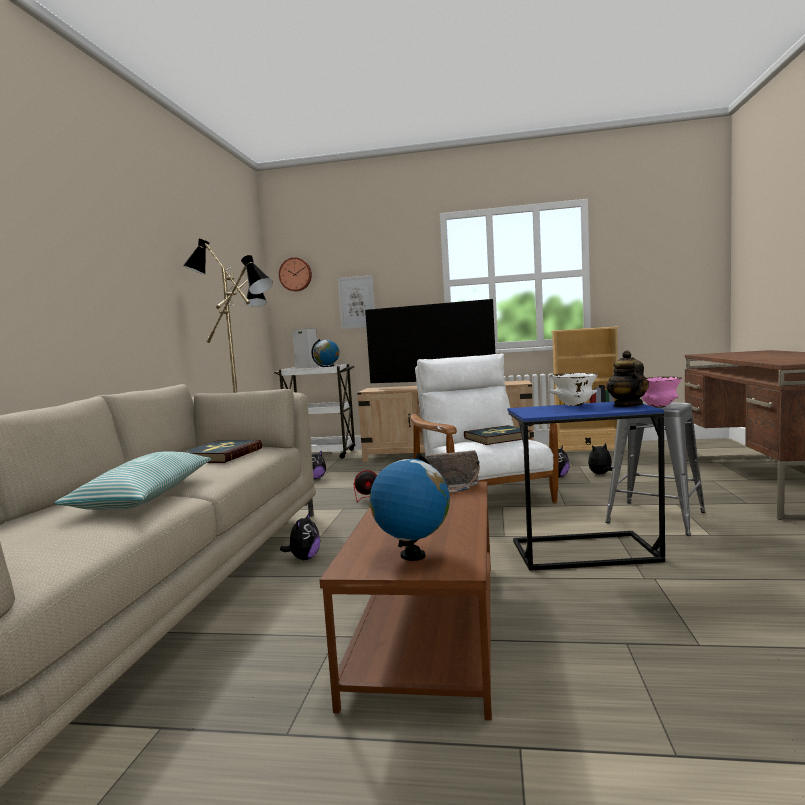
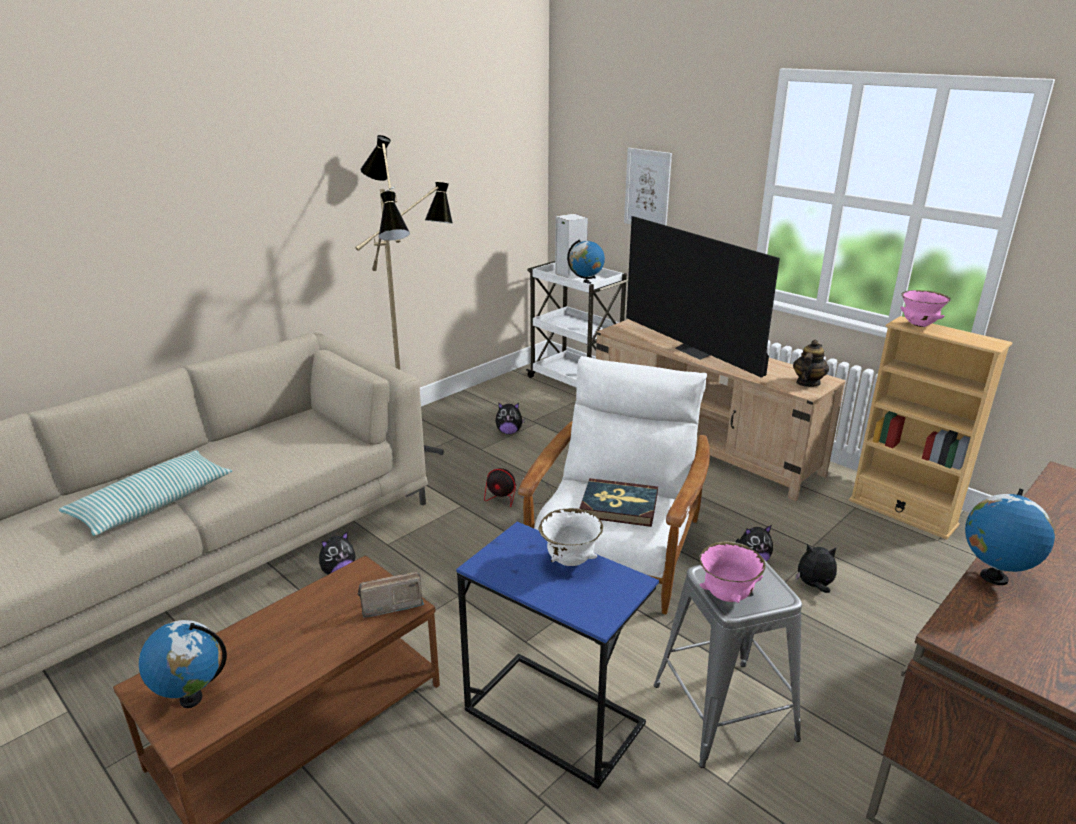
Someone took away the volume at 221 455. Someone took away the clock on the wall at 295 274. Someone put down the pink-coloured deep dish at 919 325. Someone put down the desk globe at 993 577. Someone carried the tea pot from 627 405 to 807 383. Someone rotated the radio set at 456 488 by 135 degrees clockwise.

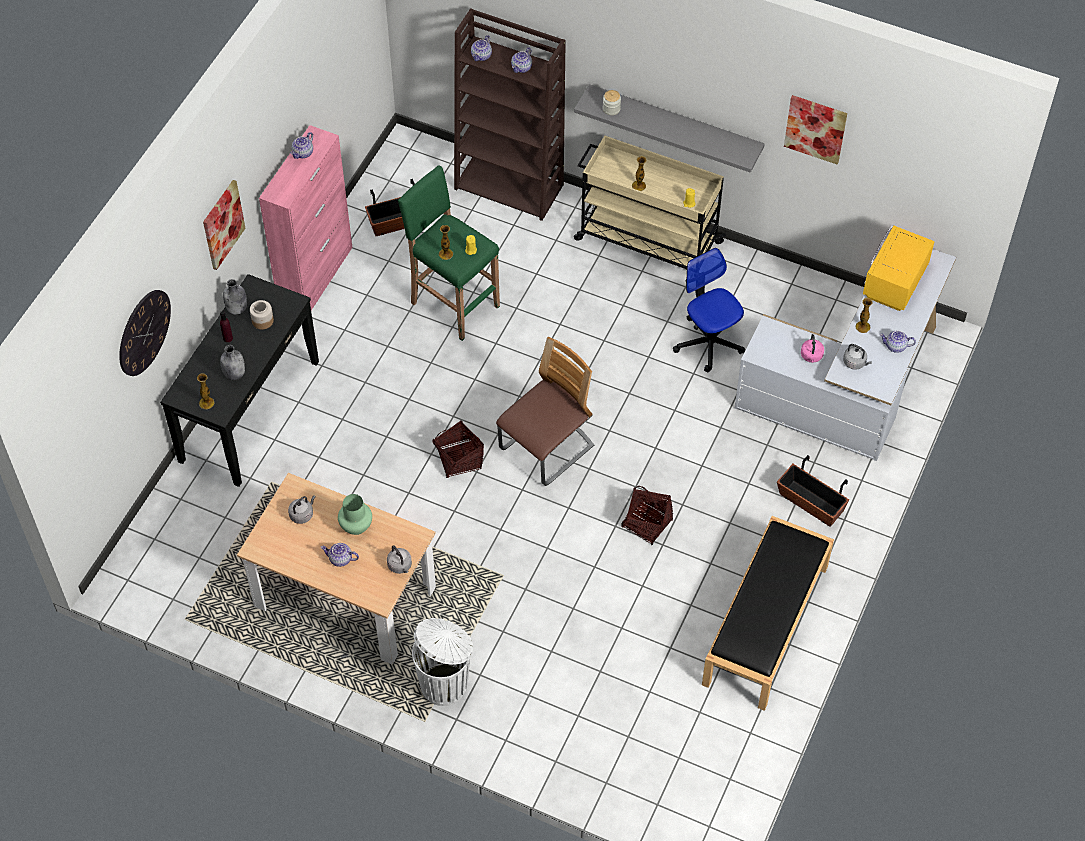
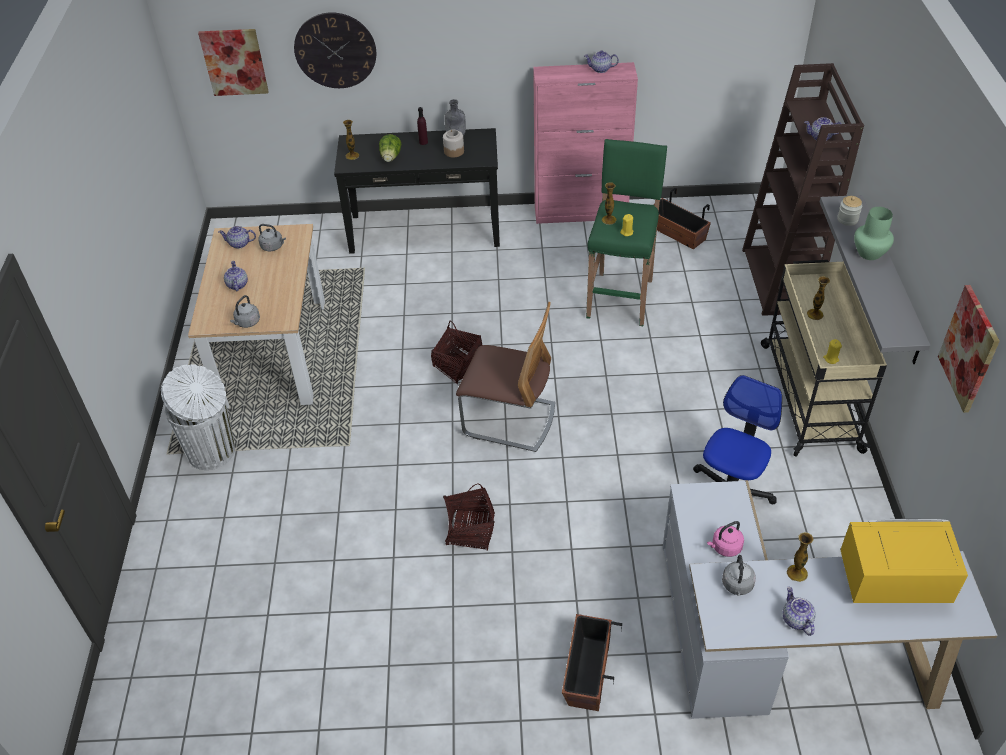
Someone took away the black indoor bench at 766 626. Someone carried the wall picture from 222 224 to 234 62. Someone carried the greenish decorative vase from 357 526 to 869 253. Someone carried the tea pot from 481 55 to 239 244. Someone swapped the grey beverage bottle at 234 373 for the lettuce at 390 158.

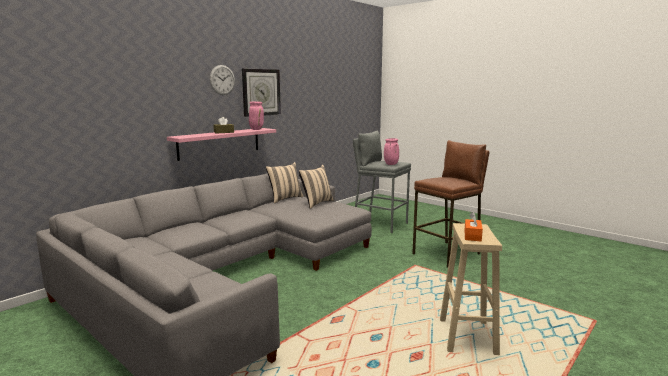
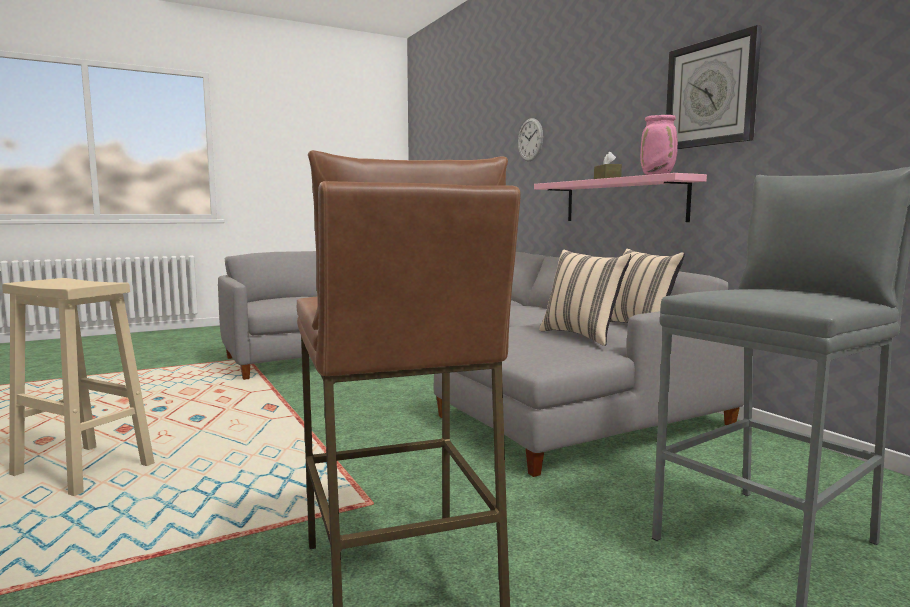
Someone took away the pink-coloured decorative vase at 391 164. Someone took away the orangey tissue box at 472 236. Someone carried the clock on the wall from 222 80 to 530 139.

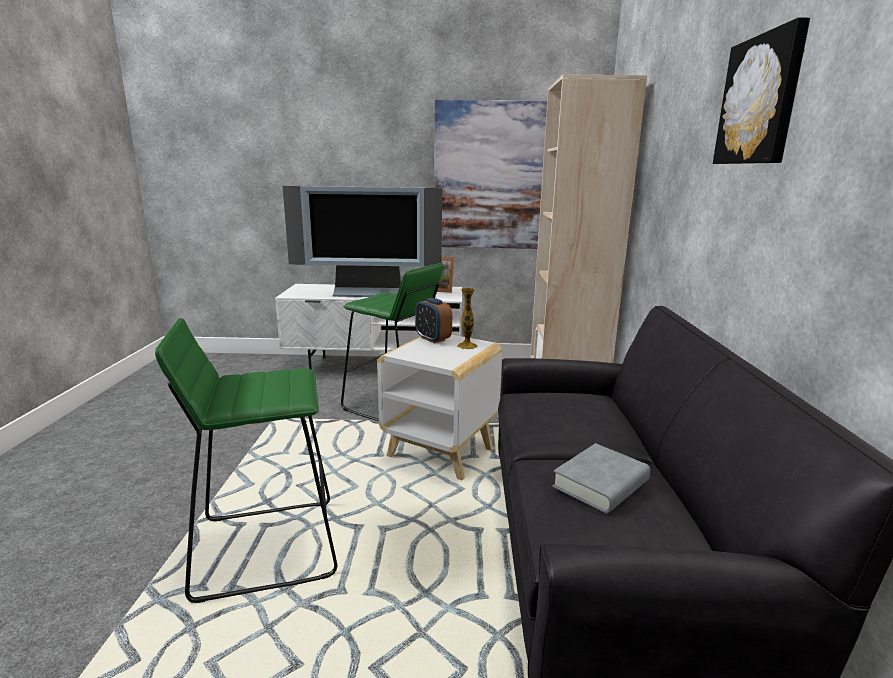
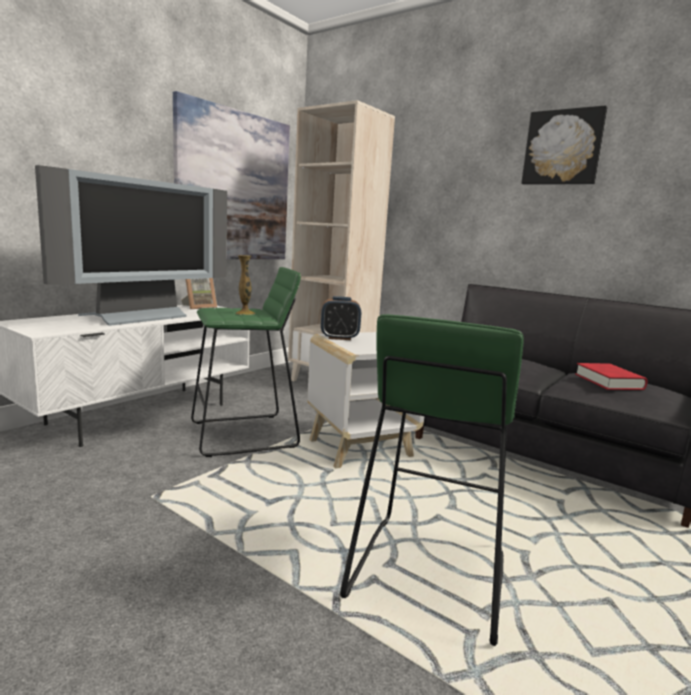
Someone carried the decorative vase from 467 346 to 245 313. Someone repainted the grey volume at 600 484, which became the red volume at 608 382.

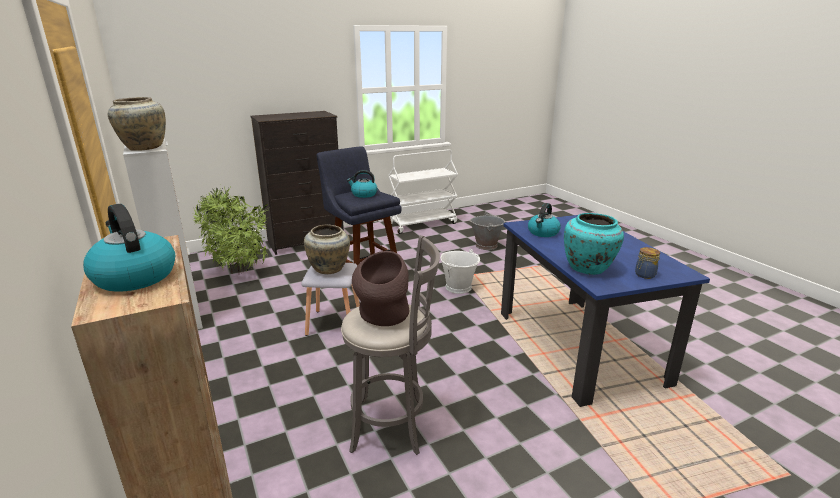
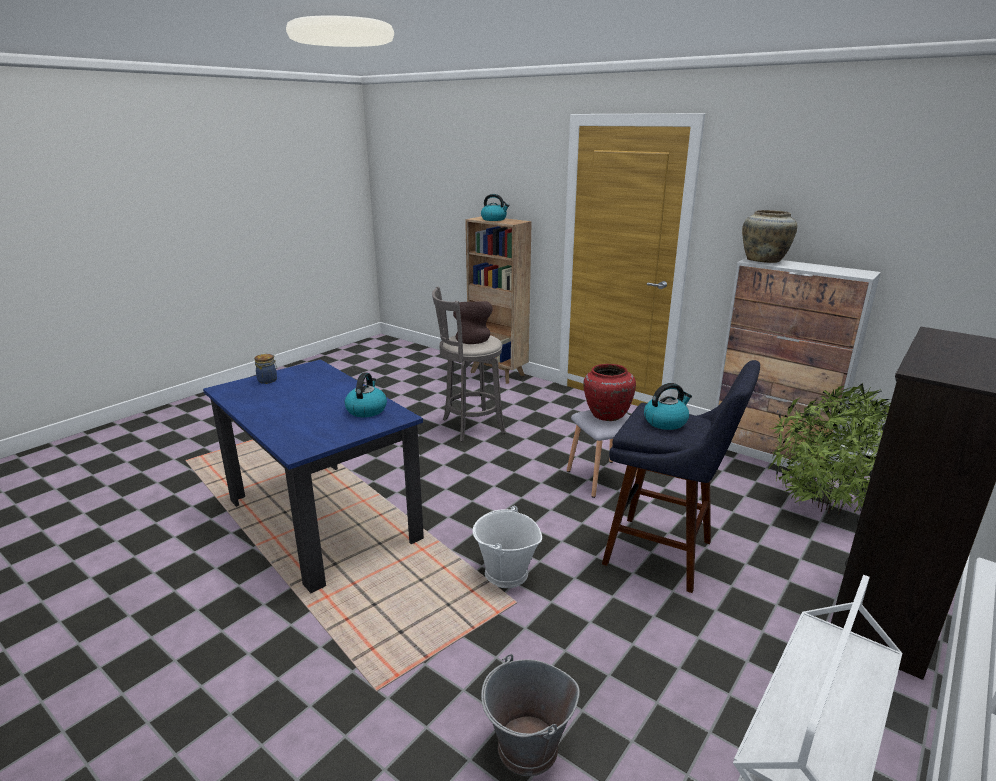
Someone took away the turquoise-coloured decorative vase at 588 268. Someone repainted the beige-coloured decorative vase at 329 269, which became the red decorative vase at 606 414.

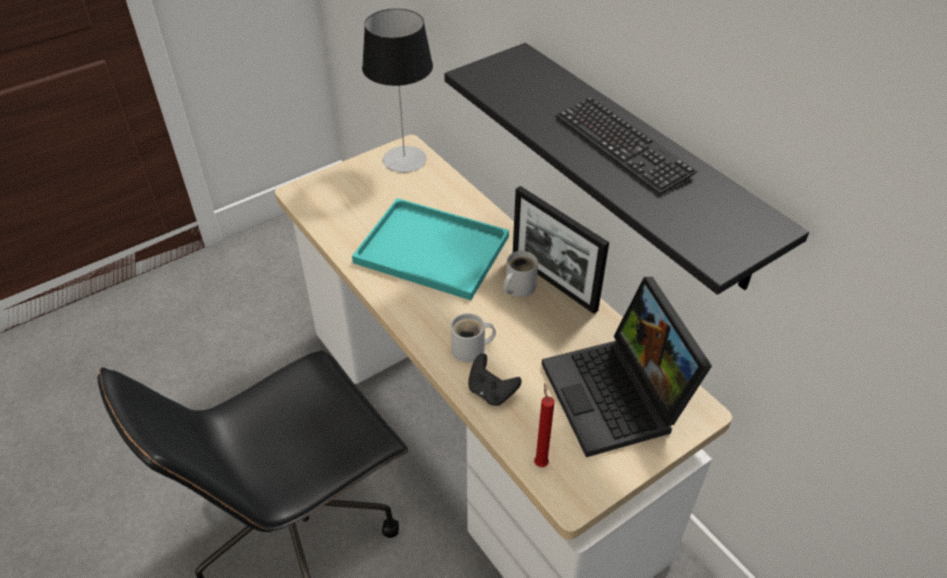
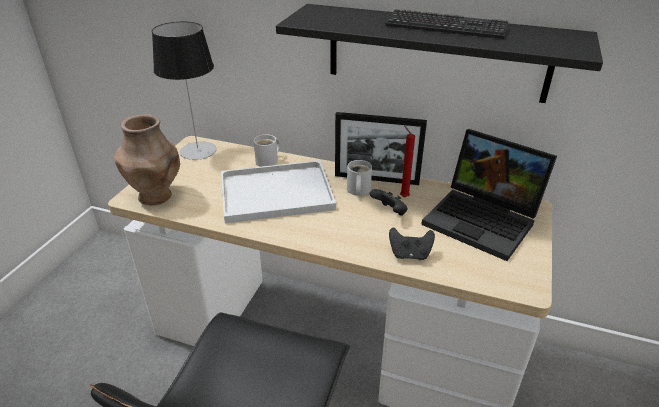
Someone put down the brownish decorative vase at 156 196. Someone put down the black gamepad at 389 212. Someone carried the whitish mug from 471 350 to 269 161. Someone carried the red wax candle from 540 462 to 403 196. Someone repainted the turquoise-coloured tray at 435 249, which became the whitish tray at 278 192.

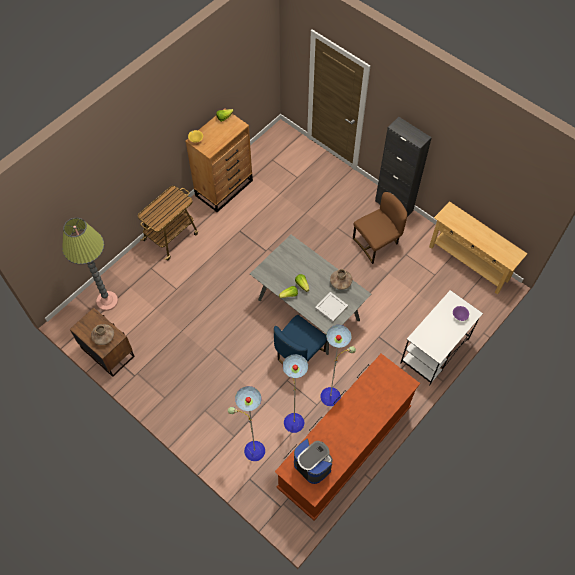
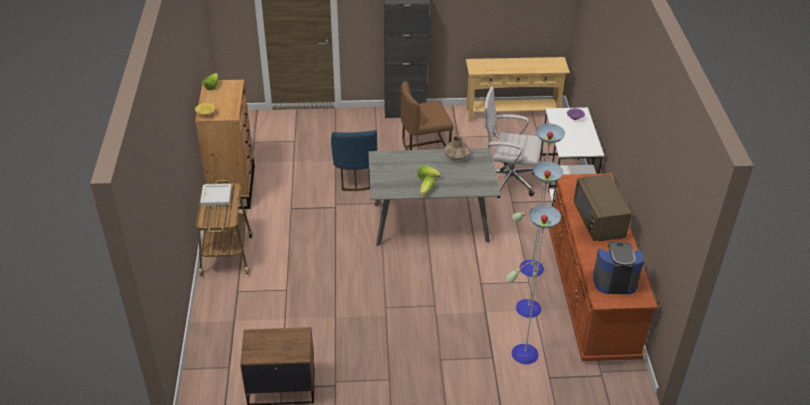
Someone took away the standing lamp at 107 301. Someone took away the brownish decorative vase at 104 337. Someone put down the whitish desk chair at 507 181. Someone put down the brownish microwave at 599 221. Someone carried the bluish upright chair from 299 353 to 355 176. Someone carried the whitish tray from 331 307 to 216 195. Someone rotated the brownish upright chair at 377 243 by 120 degrees counterclockwise.

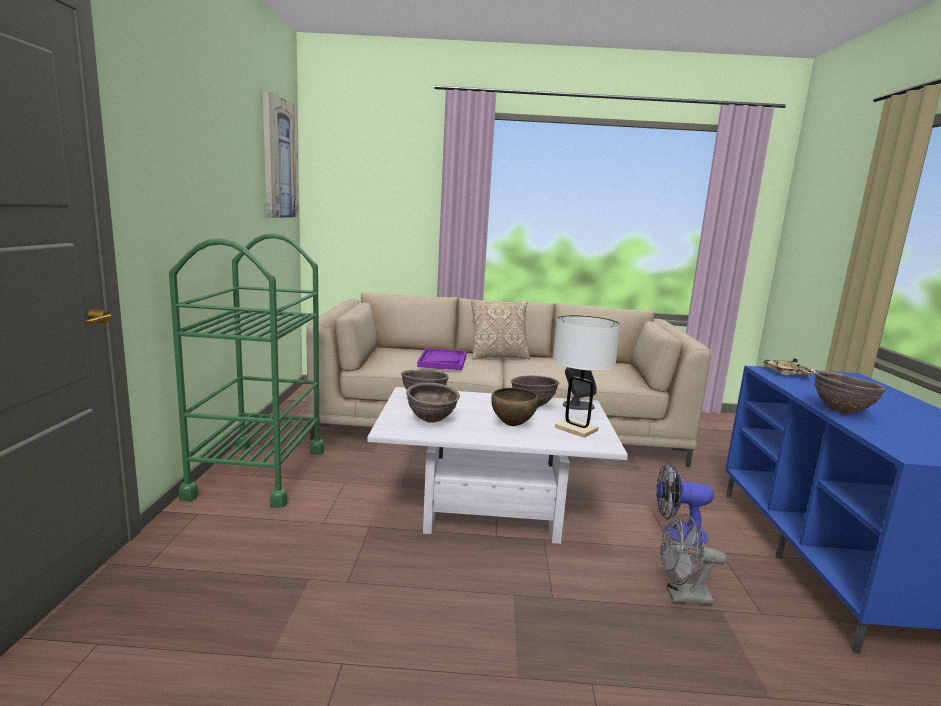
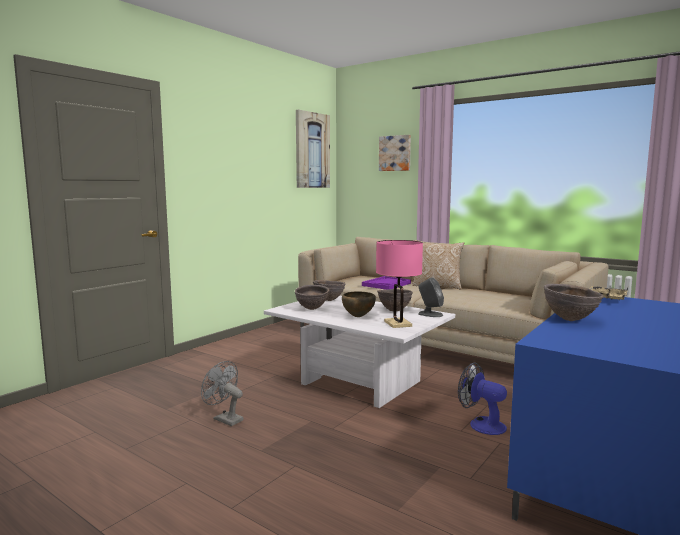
Someone took away the greenish trolley at 258 473. Someone put up the wall picture at 395 153. Someone carried the grey cooling fan from 682 596 to 224 419. Someone repainted the whitish table lamp at 576 429, which became the pink-coloured table lamp at 397 324.

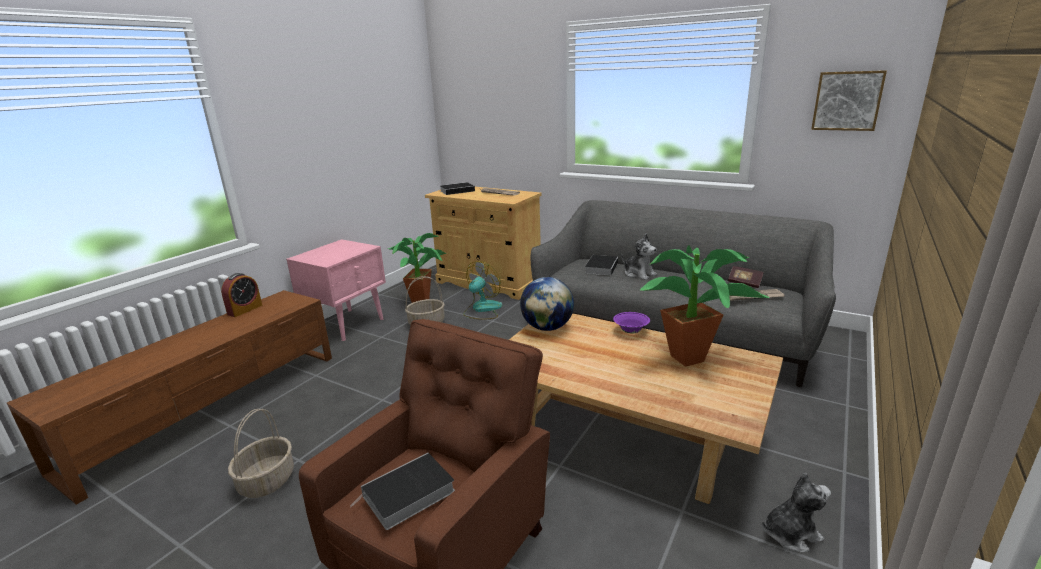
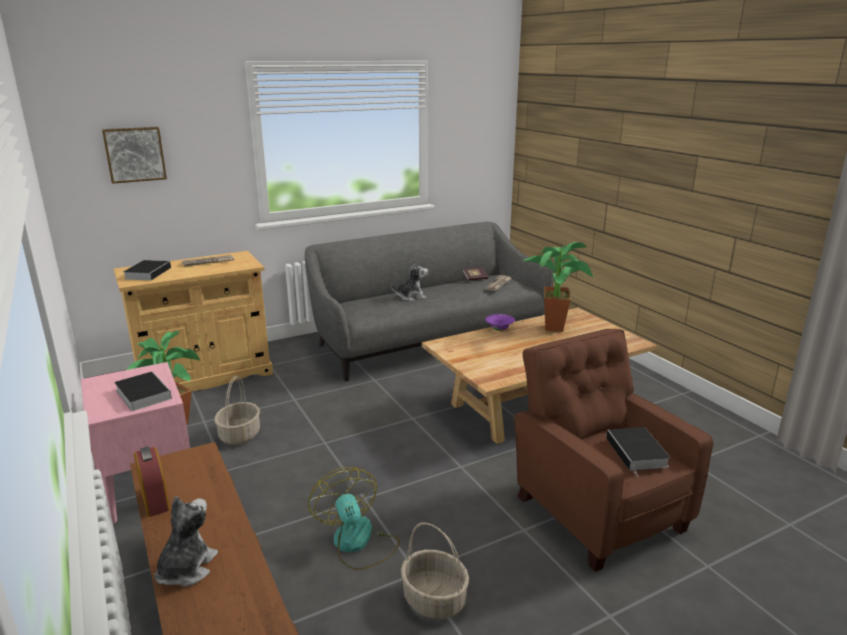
Someone took away the desk globe at 547 327. Someone carried the cooling fan from 482 309 to 357 543. Someone carried the volume from 601 267 to 142 394. Someone carried the plush toy from 790 534 to 186 569. Someone carried the wall picture from 847 101 to 134 154.

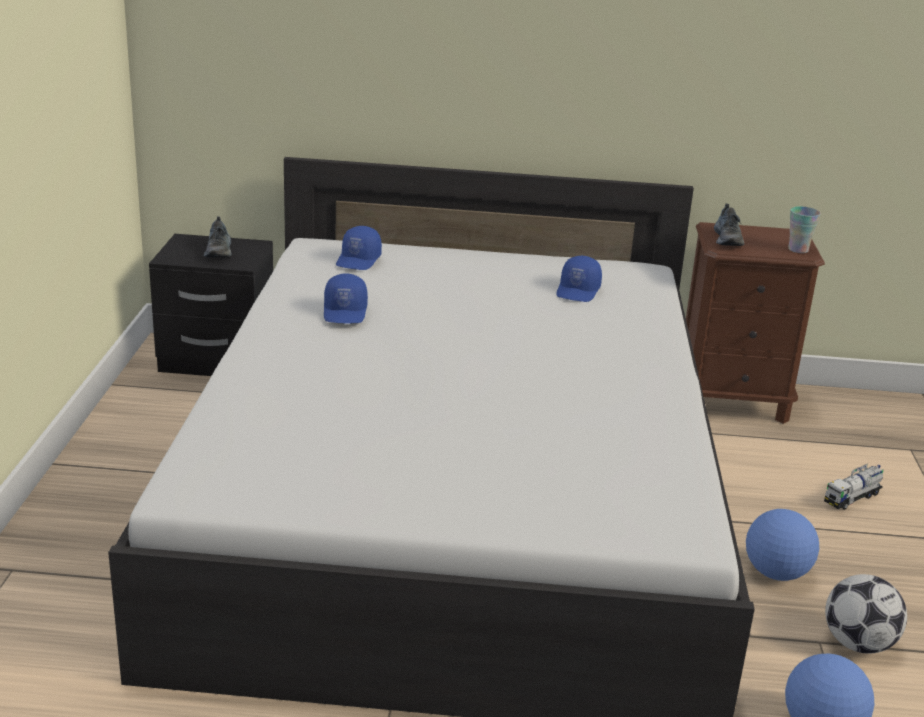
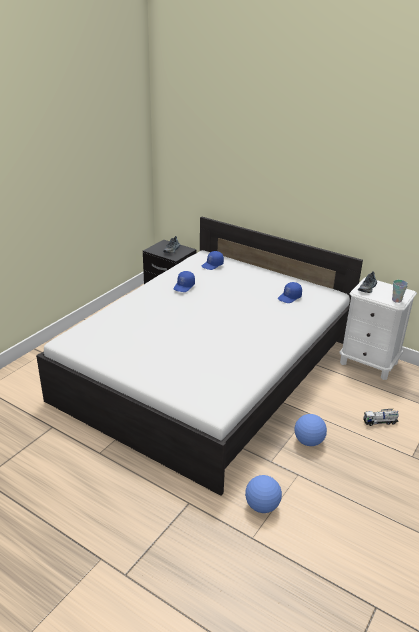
Someone took away the football at 858 644. Someone repainted the brownish bedside table at 732 401, which became the whitish bedside table at 368 363.

